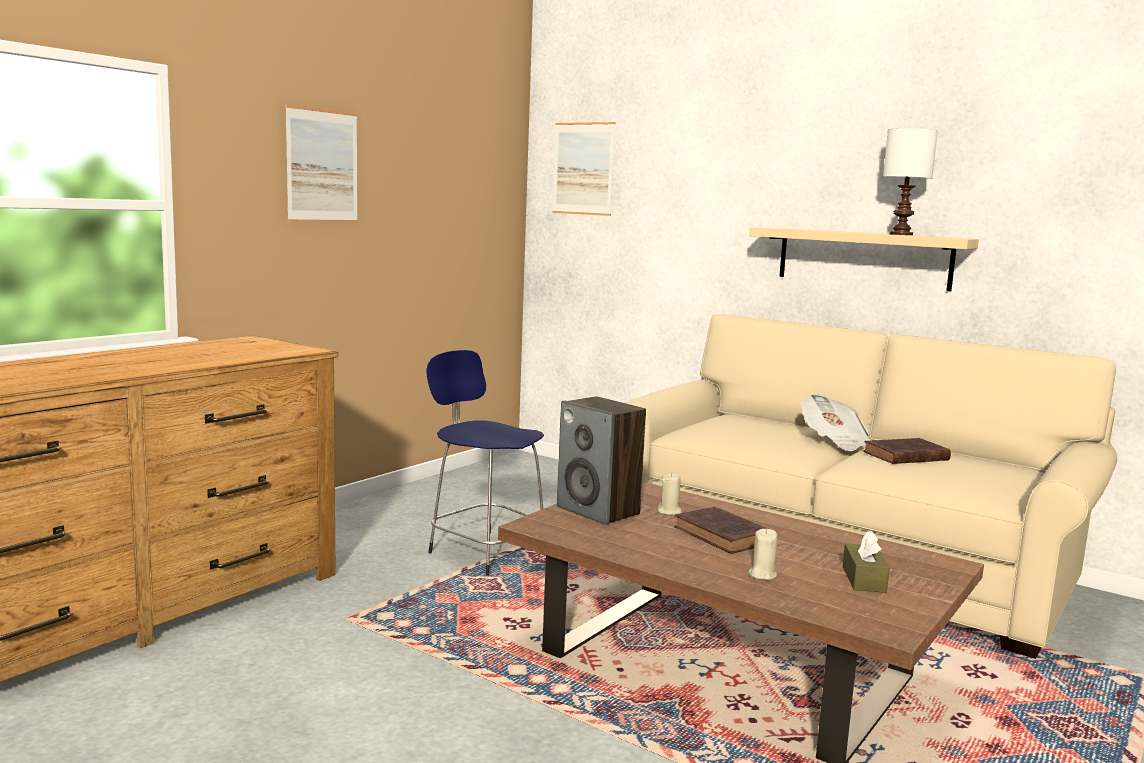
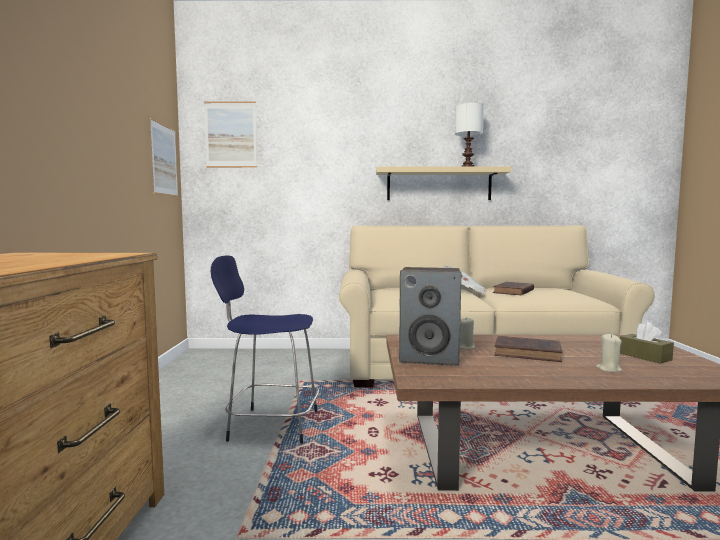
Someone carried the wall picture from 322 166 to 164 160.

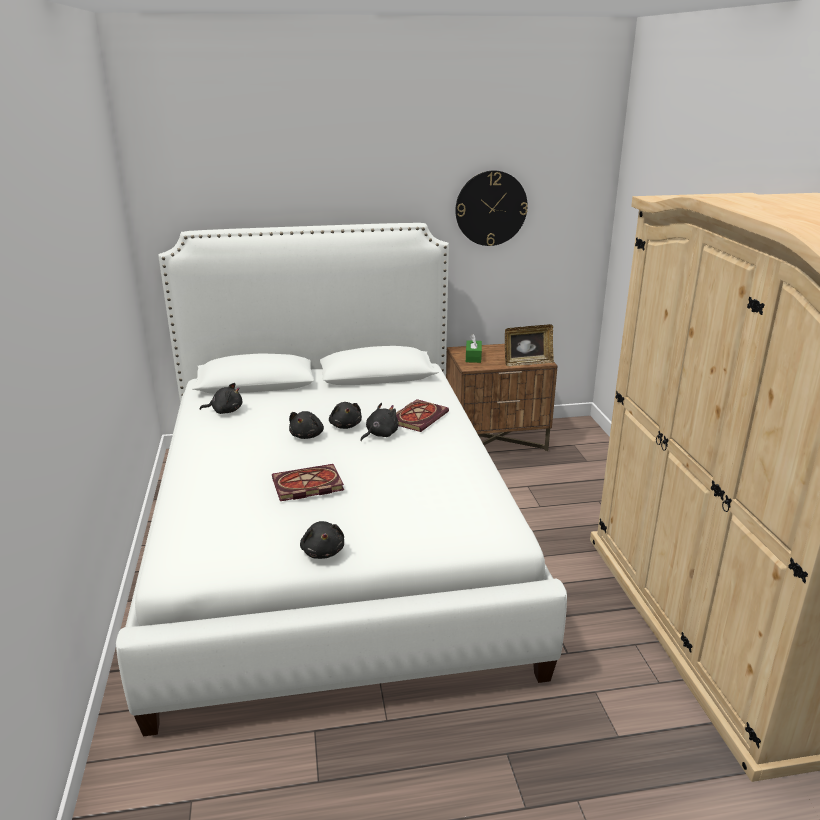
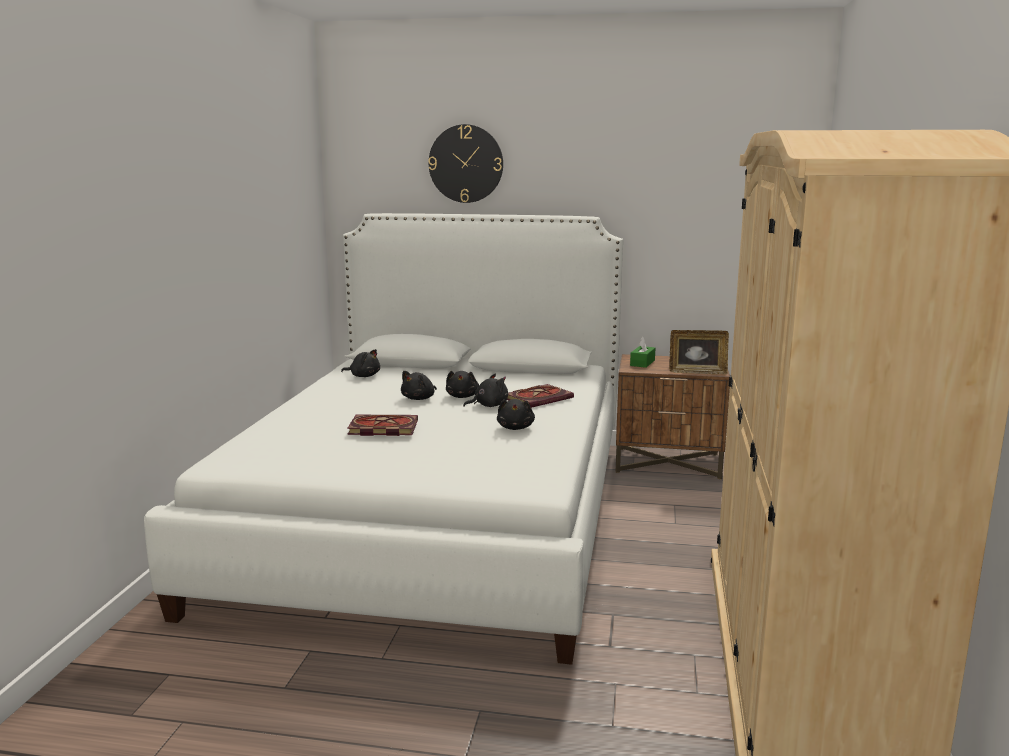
Someone carried the black plush toy from 323 551 to 515 428. Someone carried the clock on the wall from 491 208 to 466 163.

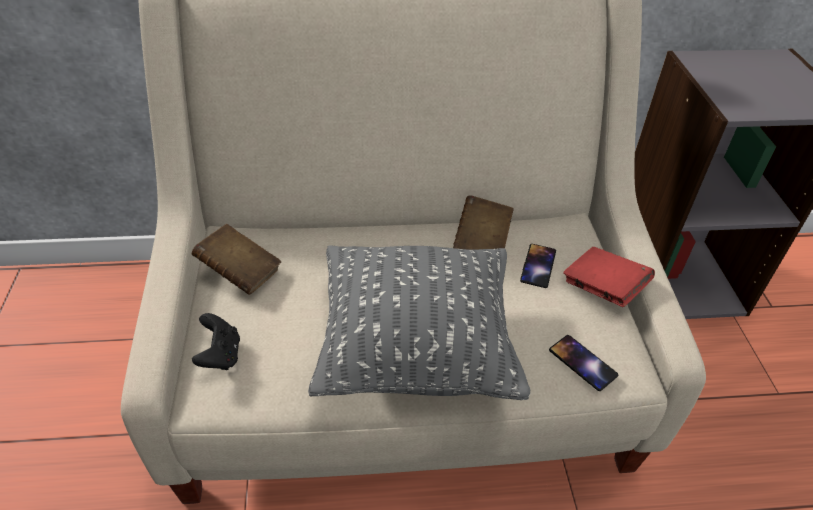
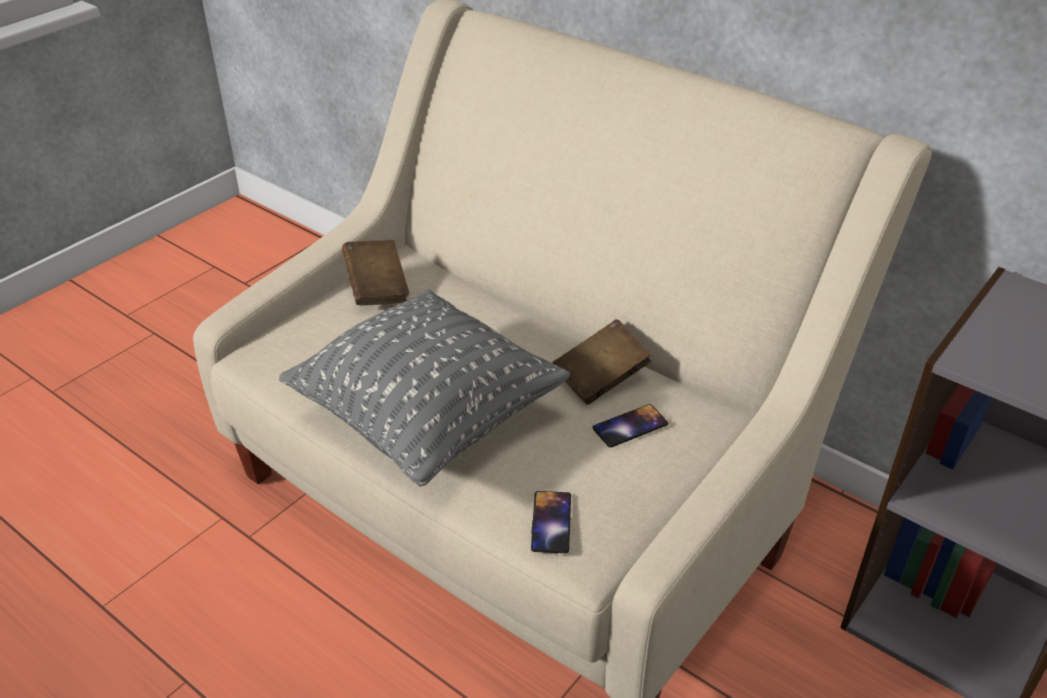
Someone took away the black gamepad at 220 355. Someone took away the red volume at 603 288.

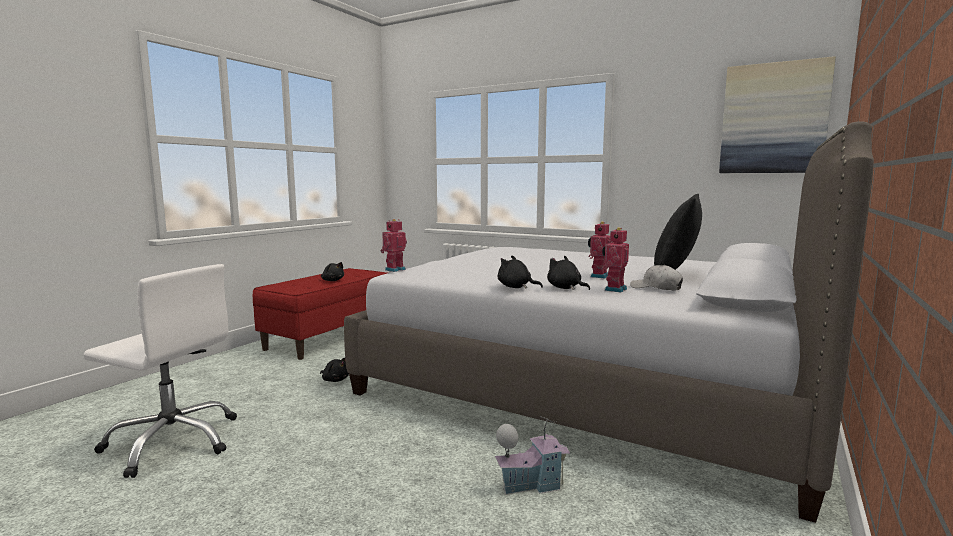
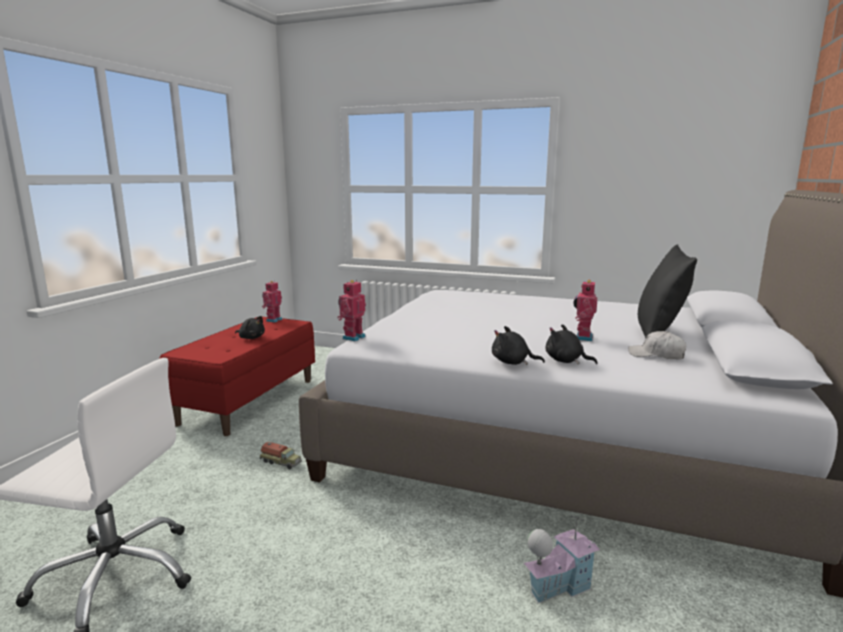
Someone took away the wall picture at 773 118. Someone carried the toy robot from 614 289 to 273 320. Someone swapped the black plush toy at 335 380 for the toy truck at 281 462.

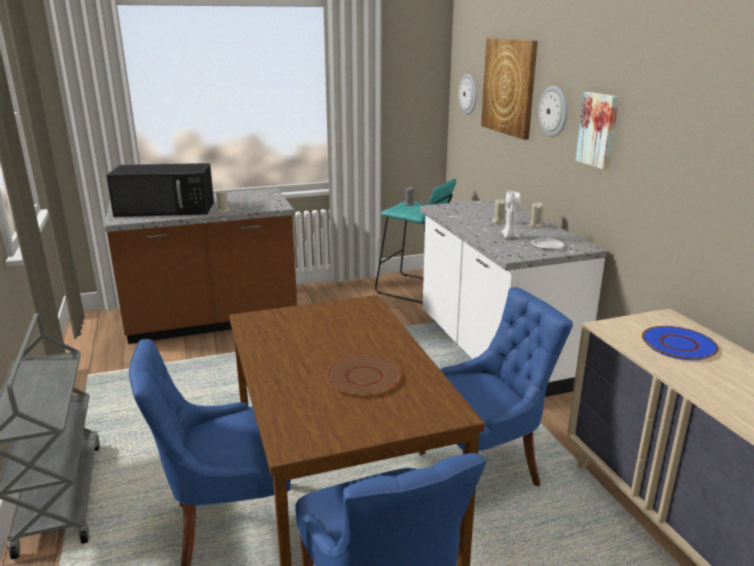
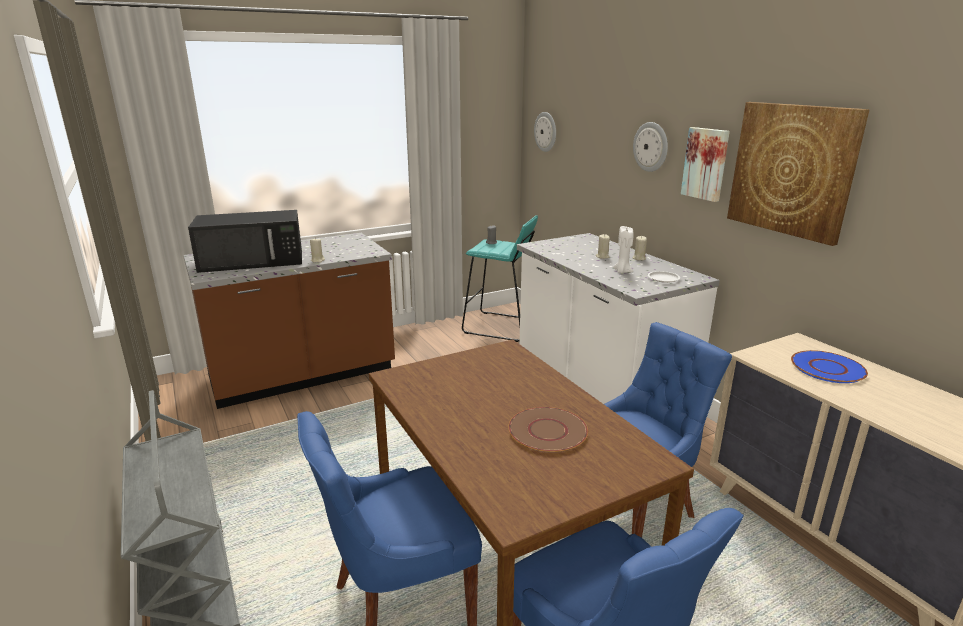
Someone carried the wall picture from 509 87 to 792 170.

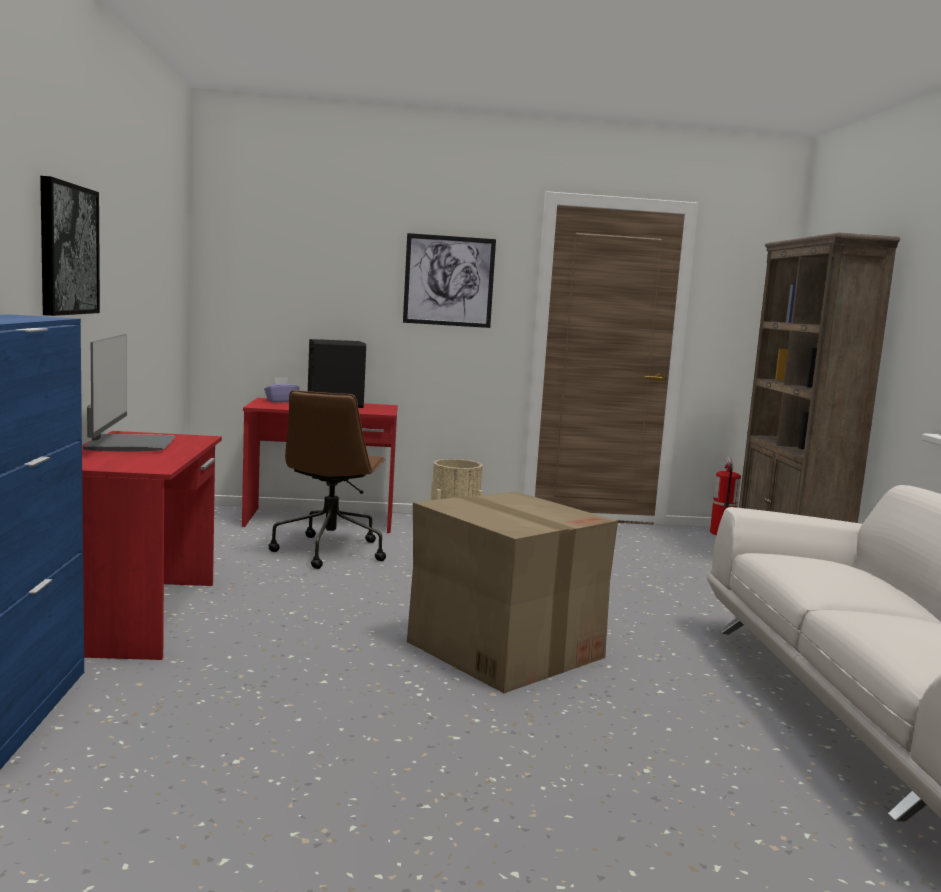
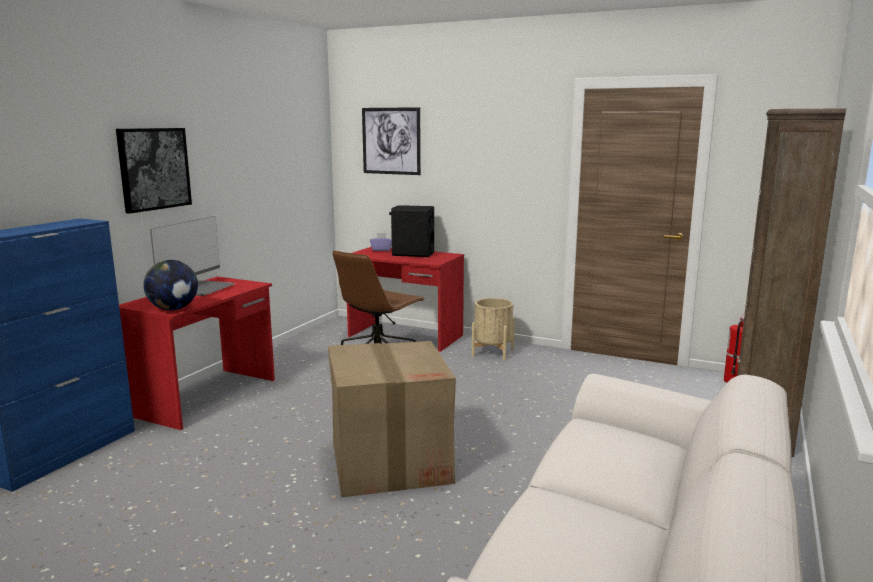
Someone put down the desk globe at 173 309. Someone carried the wall picture from 449 281 to 391 141.

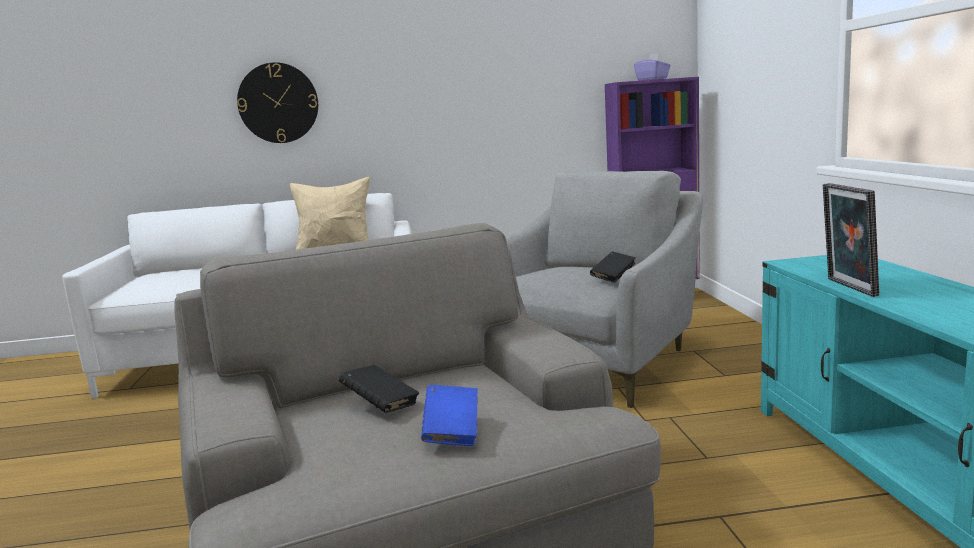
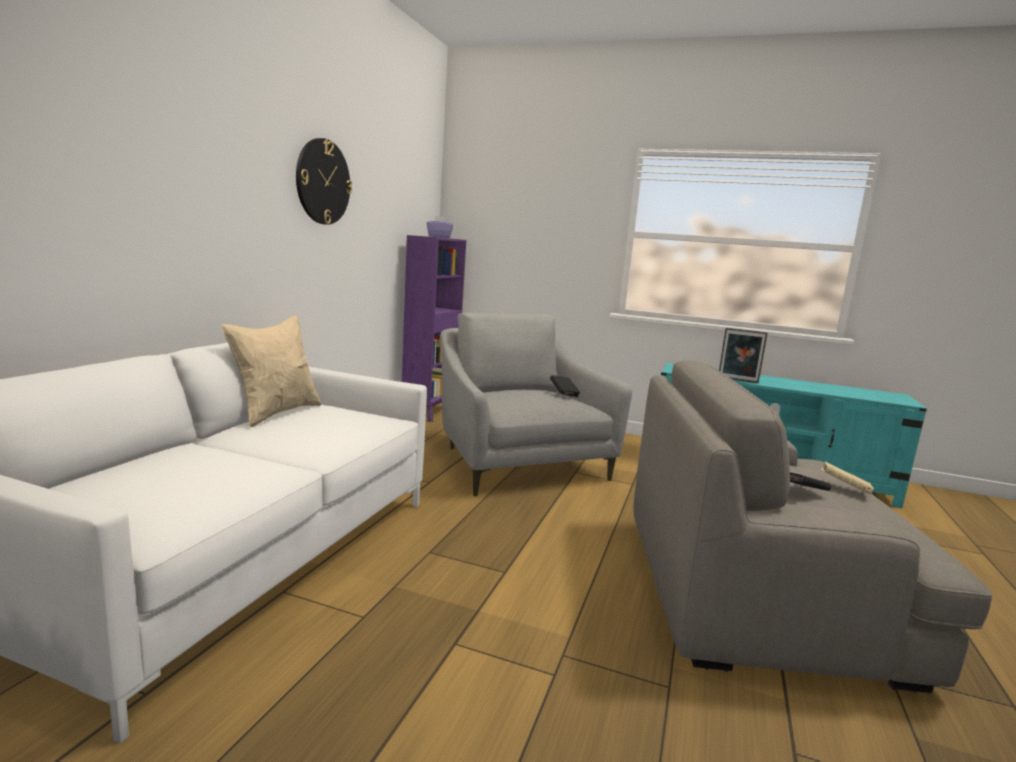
Someone carried the clock on the wall from 278 103 to 323 182. Someone repainted the bluish volume at 452 433, which became the beige-coloured volume at 843 489.

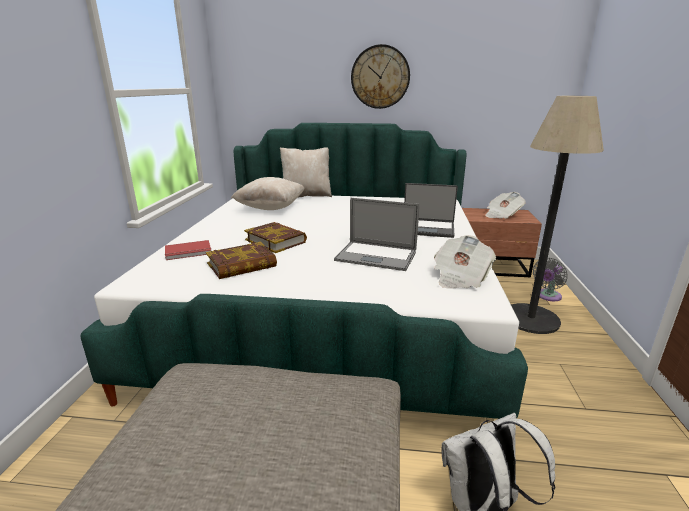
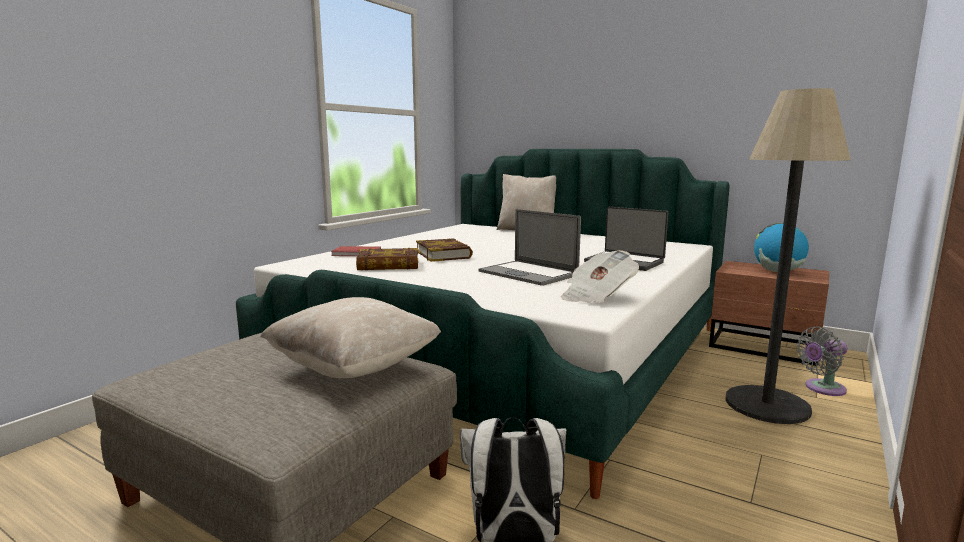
Someone took away the clock on the wall at 380 77. Someone carried the beige-coloured throw pillow from 271 208 to 354 367. Someone swapped the newspaper at 502 215 for the desk globe at 777 271.

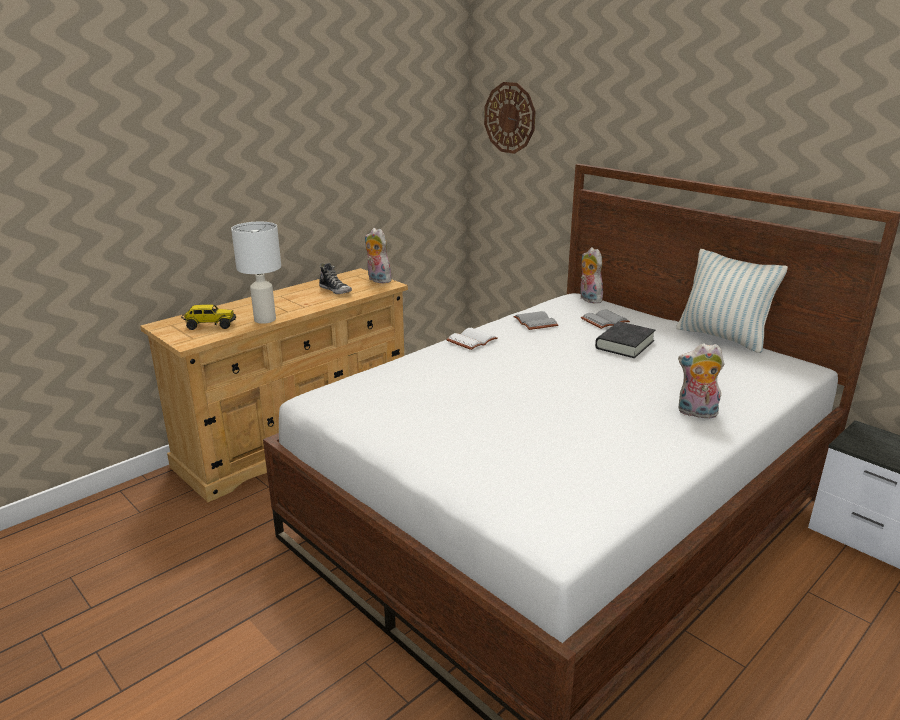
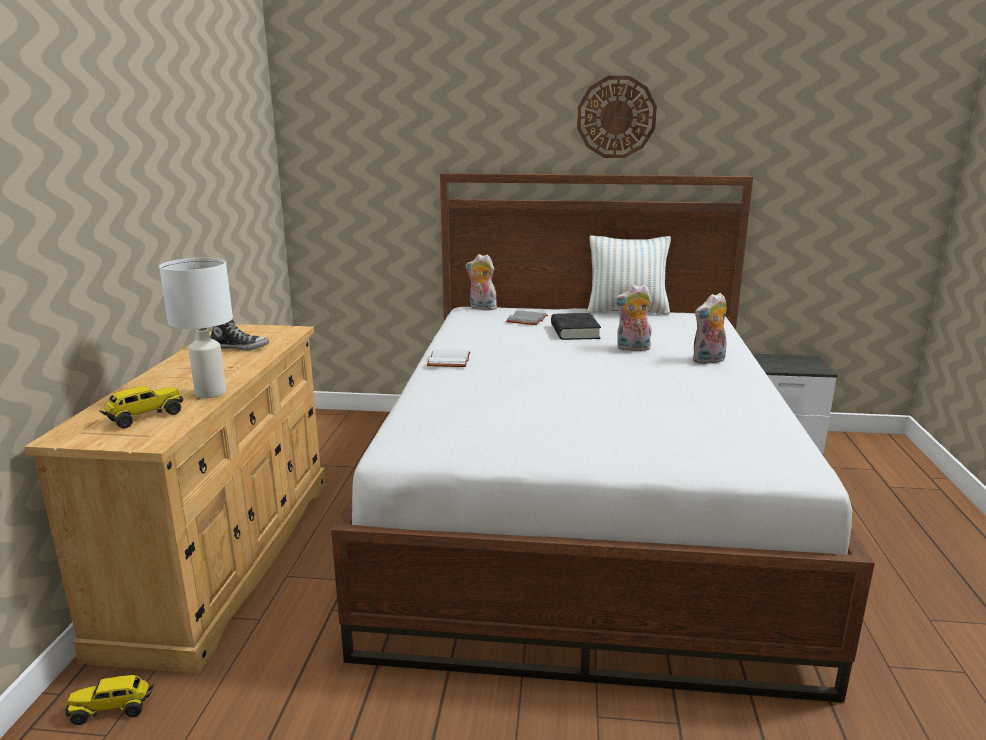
Someone took away the grey volume at 534 322. Someone put down the toy truck at 112 709. Someone carried the plush toy from 377 280 to 632 349. Someone carried the clock on the wall from 510 118 to 616 117.

